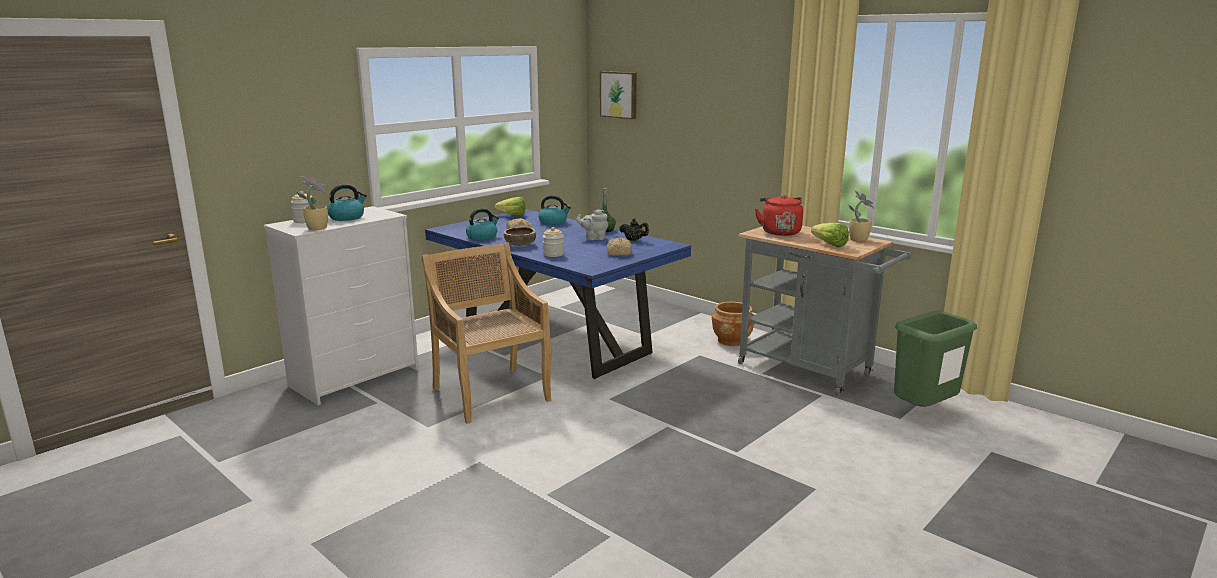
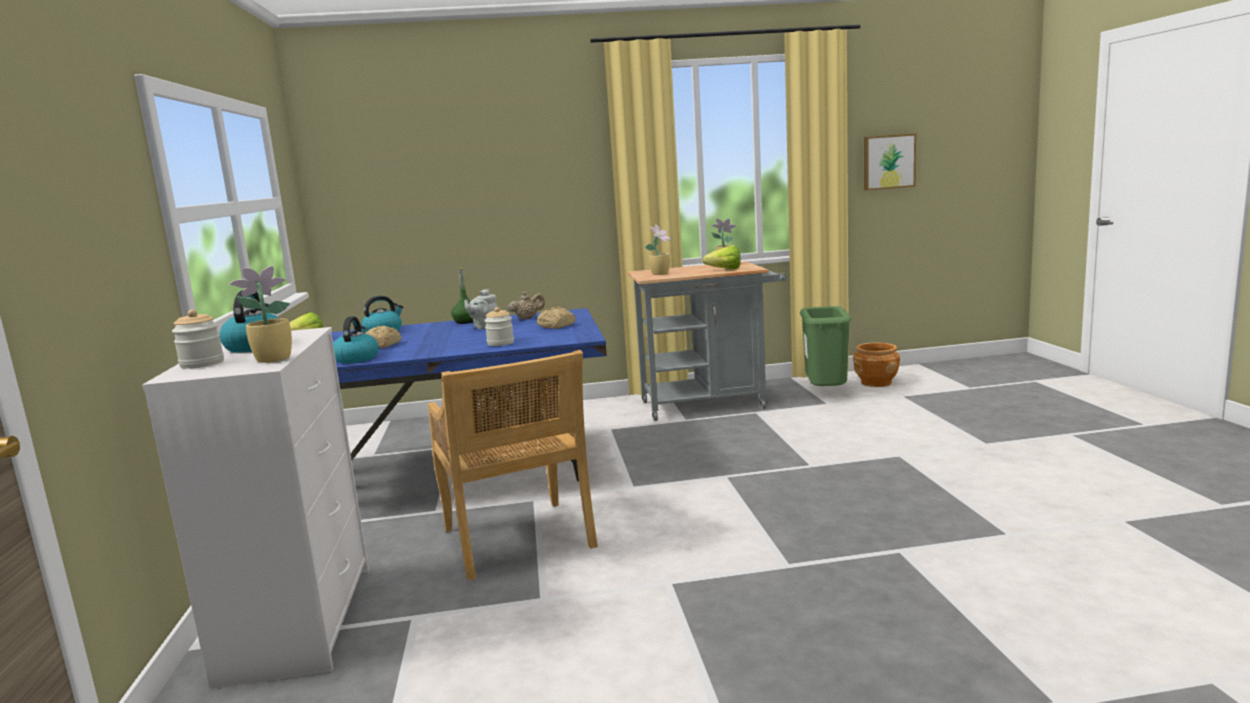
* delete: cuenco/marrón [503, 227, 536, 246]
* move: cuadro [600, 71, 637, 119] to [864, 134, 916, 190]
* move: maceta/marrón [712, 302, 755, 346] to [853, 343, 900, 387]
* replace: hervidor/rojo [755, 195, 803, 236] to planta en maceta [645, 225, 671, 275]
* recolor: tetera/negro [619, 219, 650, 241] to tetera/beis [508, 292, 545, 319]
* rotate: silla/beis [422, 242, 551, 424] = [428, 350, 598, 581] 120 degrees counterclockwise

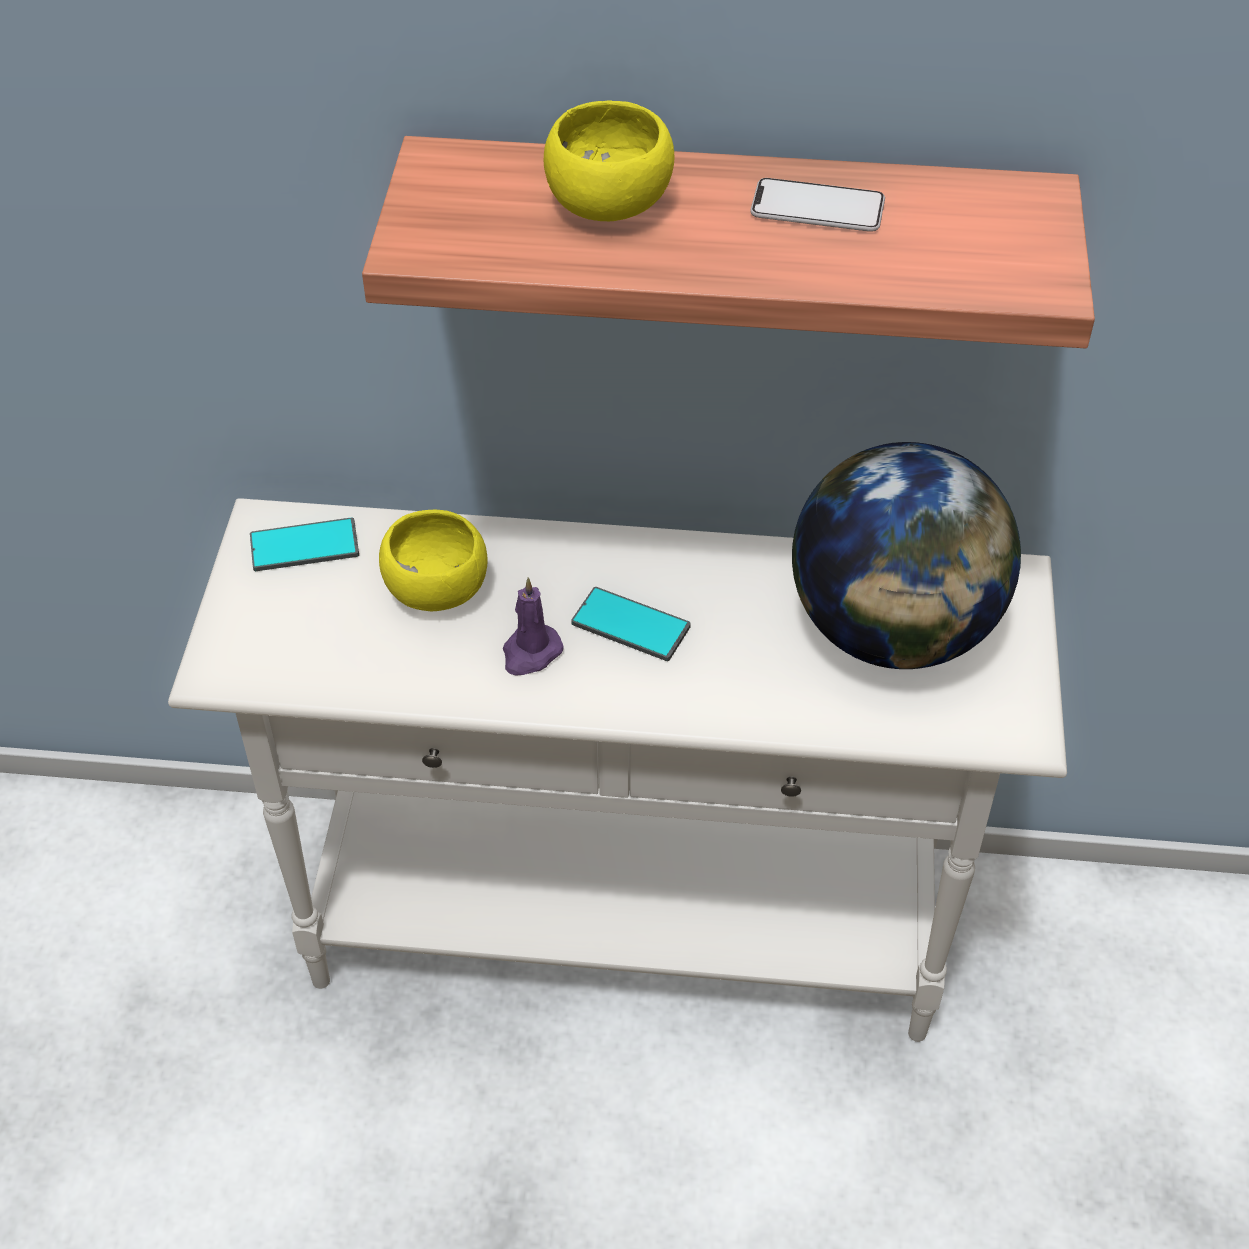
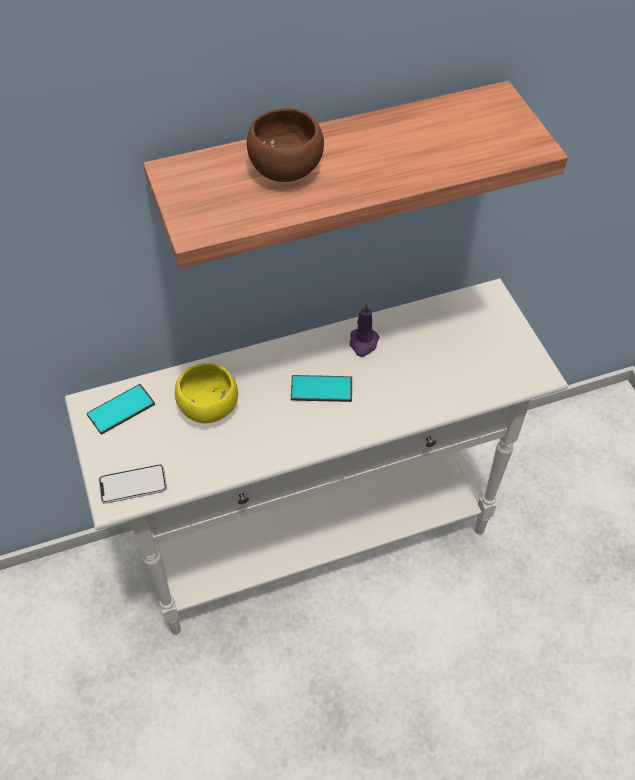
* delete: globo terráqueo [792, 442, 1021, 669]
* move: vela/morado [503, 578, 564, 676] to [350, 304, 380, 357]
* move: móvil [750, 178, 885, 232] to [99, 464, 167, 504]
* recolor: cuenco/amarillo [544, 100, 675, 221] to cuenco/marrón [247, 108, 324, 182]

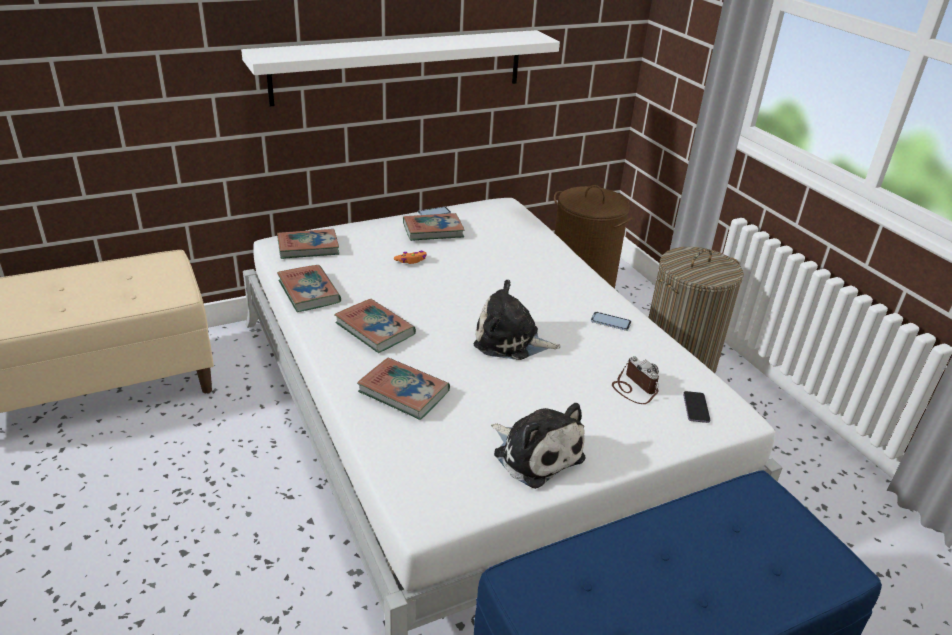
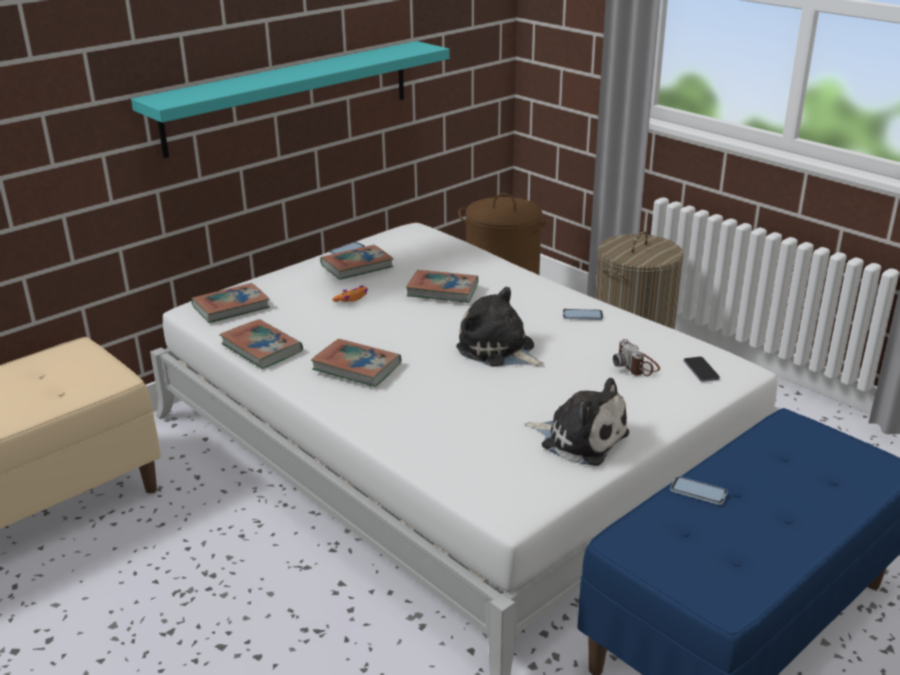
* insert: móvil [670, 476, 728, 505]
* move: libro [357, 358, 450, 420] to [406, 270, 478, 303]
* recolor: estante/blanco [241, 30, 560, 106] to estante/turquesa [131, 41, 450, 158]
* rotate: peluche [473, 280, 561, 360] = [456, 287, 544, 367] 45 degrees clockwise
* rotate: cámara [612, 356, 659, 404] = [613, 339, 660, 376] 150 degrees counterclockwise

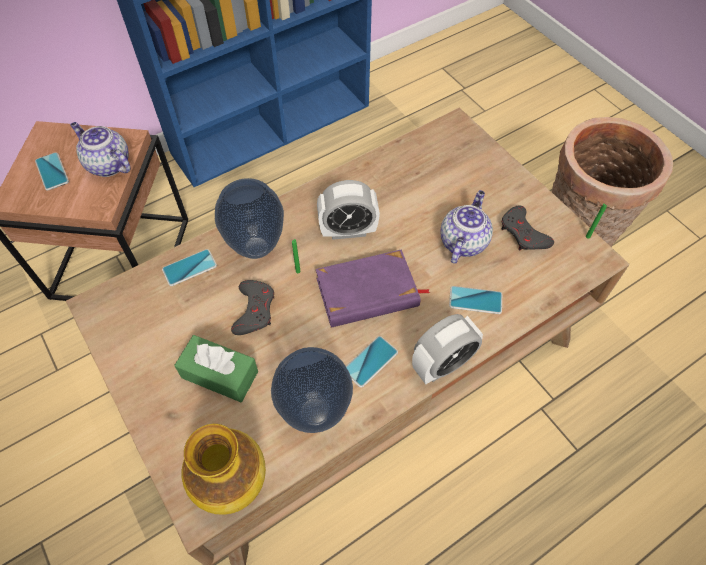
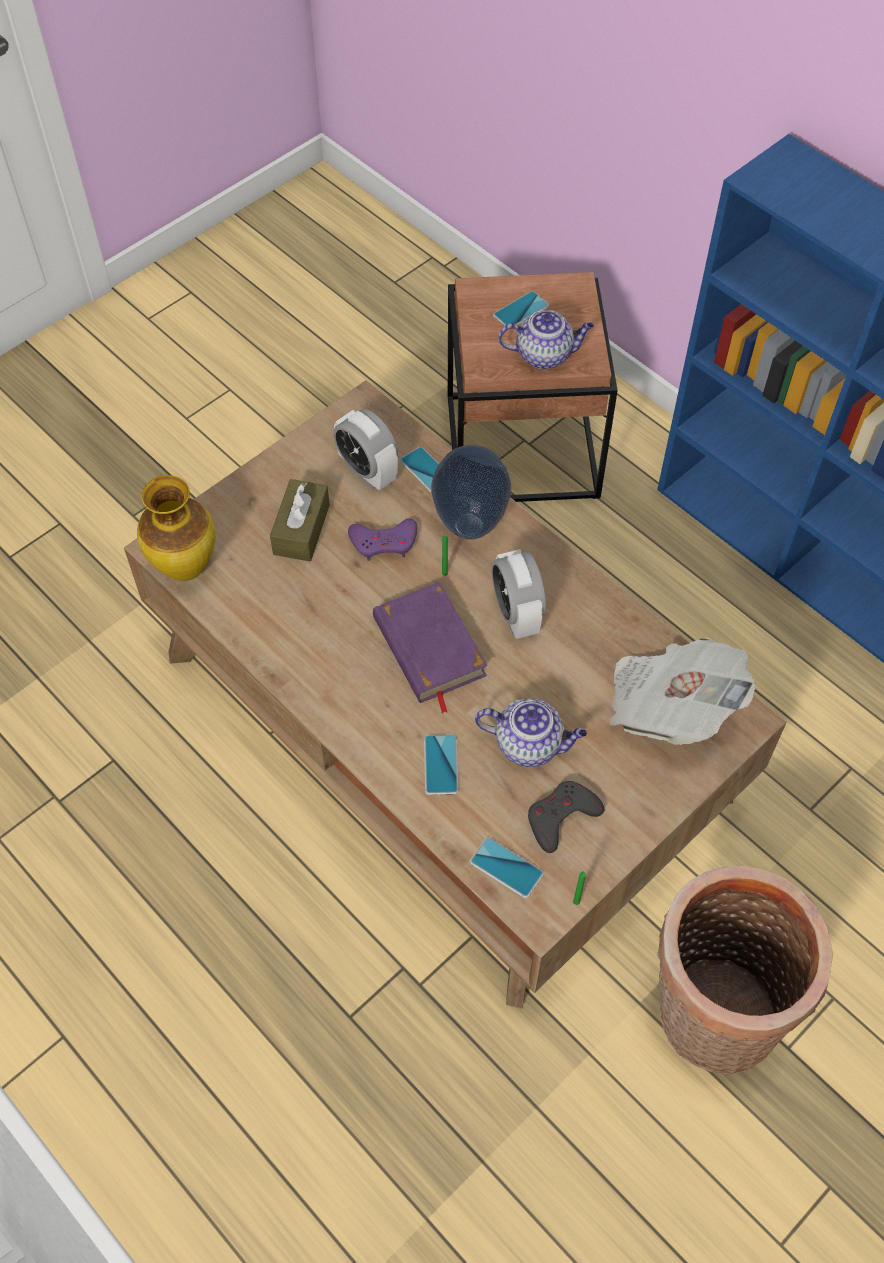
* delete: florero [271, 347, 353, 433]
* insert: periódico [610, 638, 755, 745]
* move: móvil [346, 336, 398, 388] to [470, 837, 544, 898]
* move: despertador [412, 314, 483, 384] to [333, 409, 398, 491]
* recolor: caja de pañuelos/verde [174, 335, 258, 402] to caja de pañuelos/marrón [270, 479, 330, 561]
* recolor: mando de consola/gris [231, 280, 274, 335] to mando de consola/morado [348, 519, 417, 561]
* rotate: tetera [70, 122, 131, 177] = [498, 310, 594, 369] 60 degrees clockwise

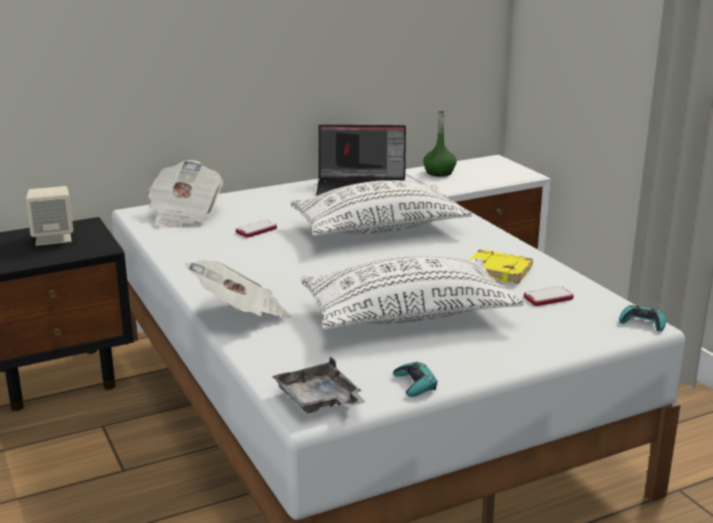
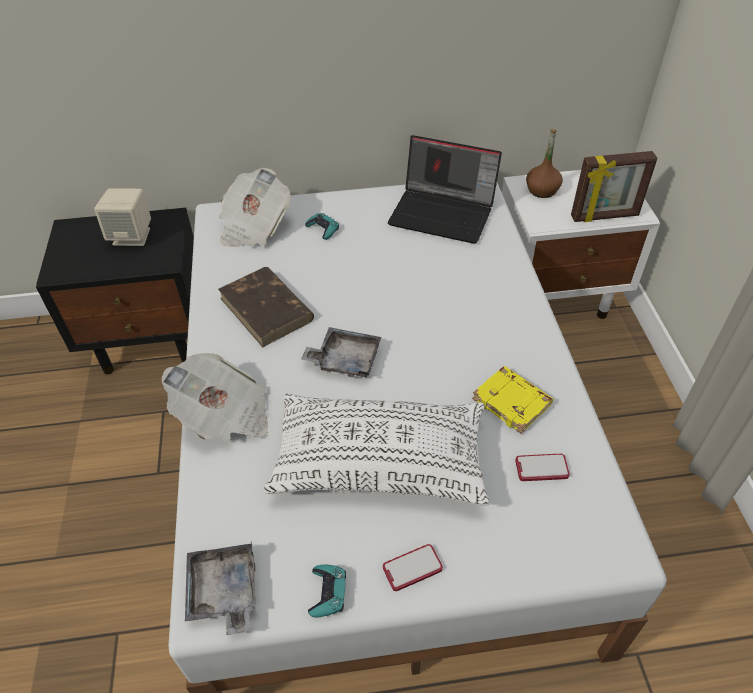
* delete: cojín/blanco [290, 180, 472, 236]
* insert: libro/marrón [218, 267, 314, 348]
* insert: bandeja/gris [301, 327, 381, 377]
* insert: portarretratos [571, 151, 657, 222]
* move: móvil [236, 220, 277, 238] to [383, 544, 443, 591]
* move: mando de consola/turquesa [619, 305, 666, 332] to [305, 213, 339, 240]
* recolor: botella/verde [423, 110, 457, 176] to botella/marrón [526, 129, 563, 198]

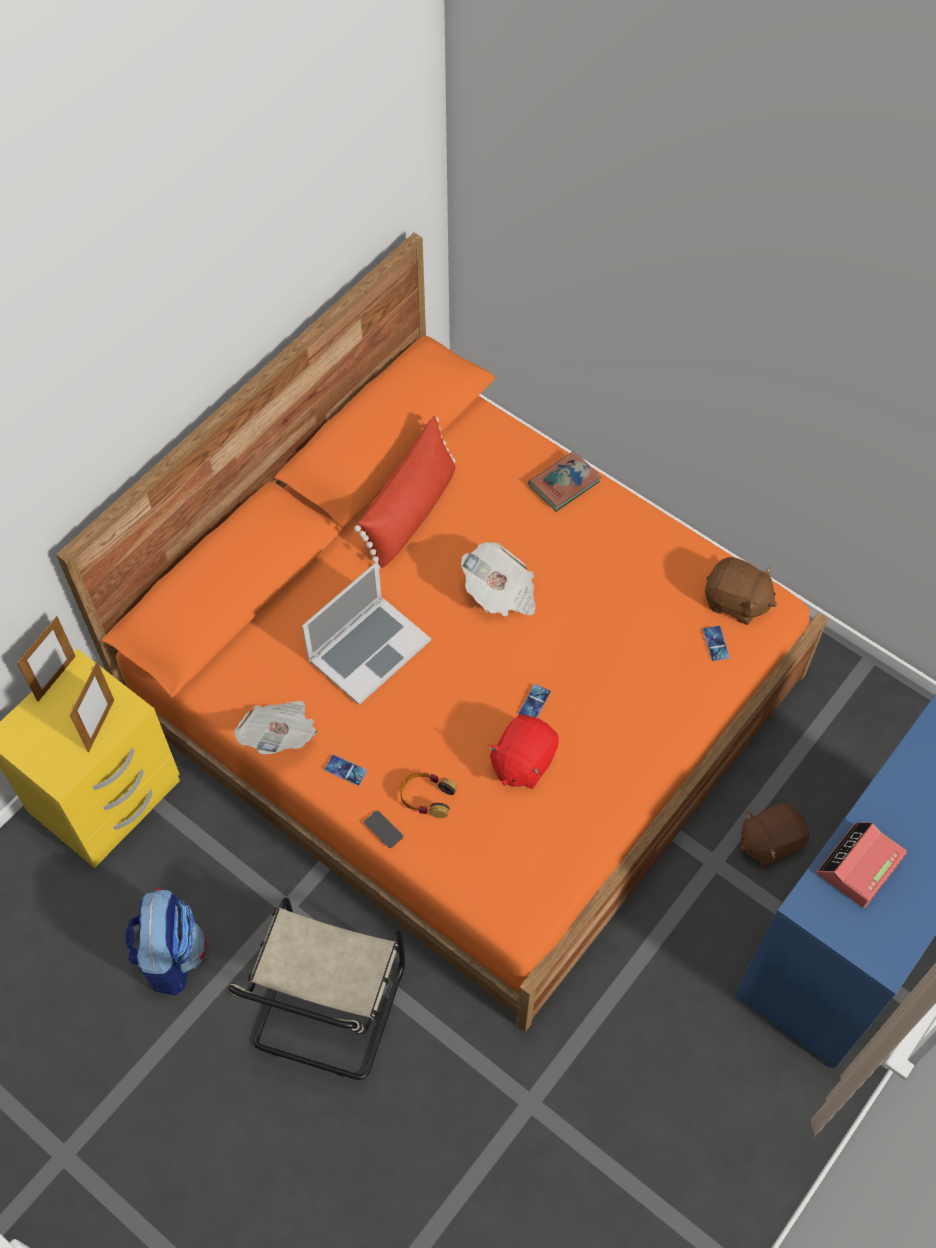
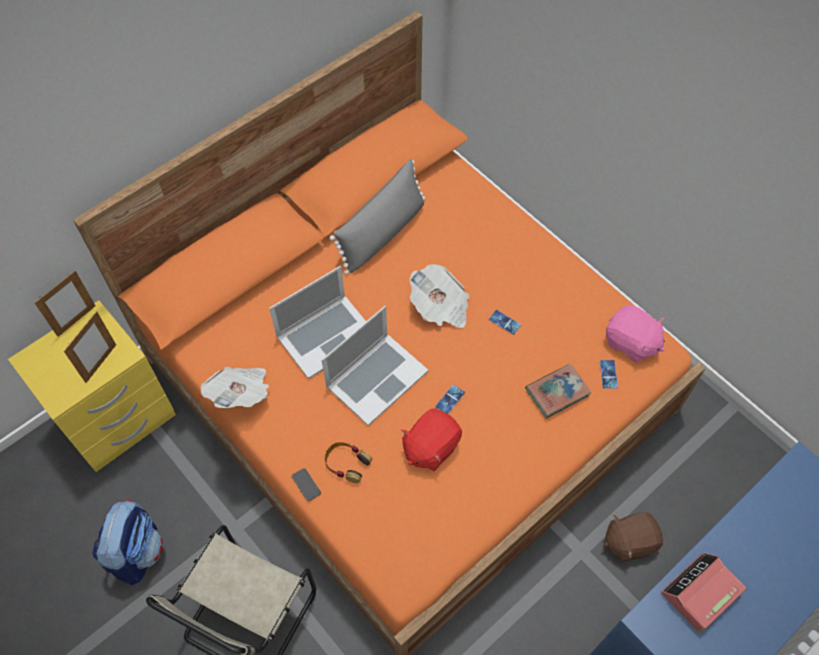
* insert: portátil [321, 306, 429, 426]
* move: móvil [325, 755, 367, 786] to [489, 310, 521, 335]
* move: libro [528, 451, 601, 512] to [525, 364, 592, 419]
* recolor: cojín/rojo [354, 416, 456, 569] to cojín/gris [330, 159, 425, 275]
* recolor: peluche/marrón [705, 557, 777, 625] to peluche/rosa [606, 305, 665, 363]

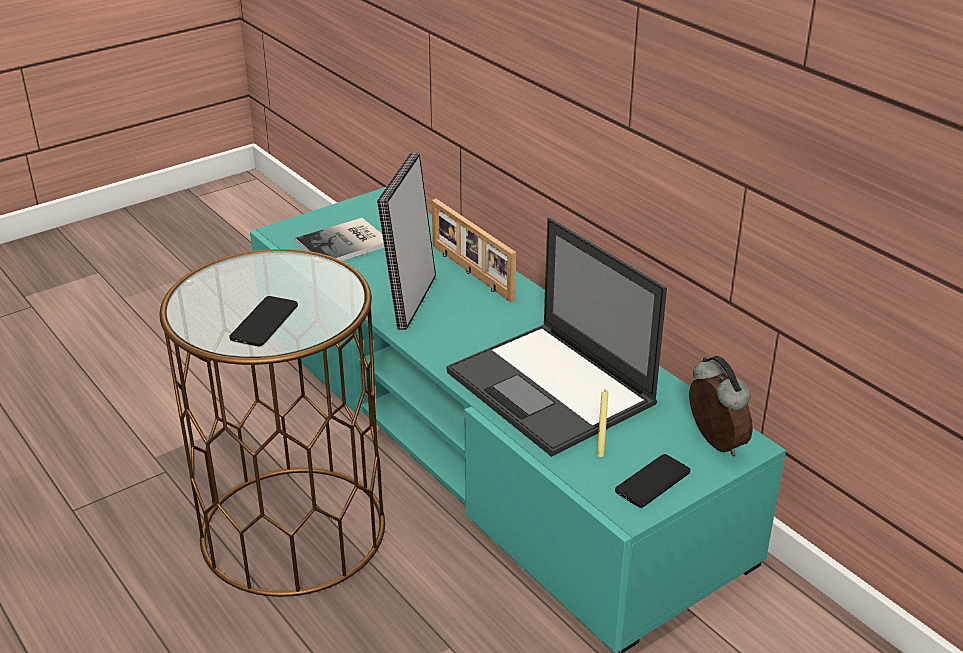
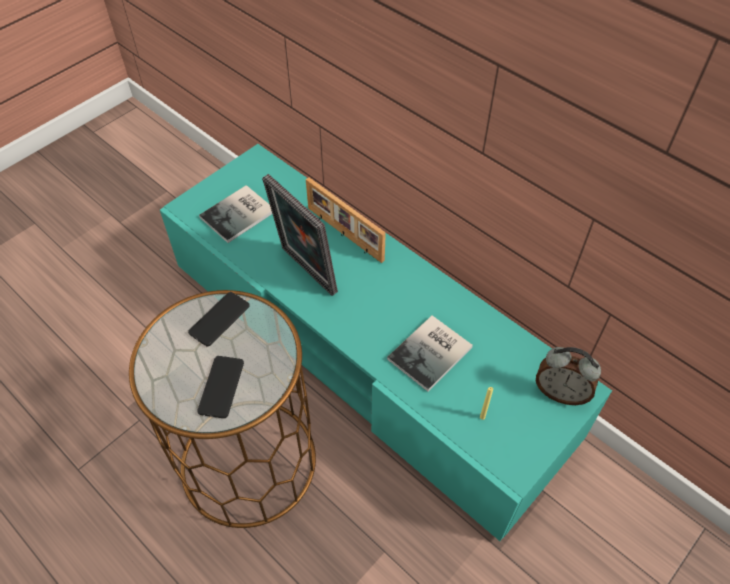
* move: móvil [615, 454, 690, 508] to [188, 292, 250, 347]
* replace: portátil [446, 217, 667, 457] to libro [387, 315, 473, 391]
* rotate: portarretratos [377, 152, 436, 330] = [262, 174, 338, 296] 45 degrees counterclockwise
* rotate: despertador [689, 356, 753, 456] = [536, 347, 601, 405] 150 degrees clockwise

